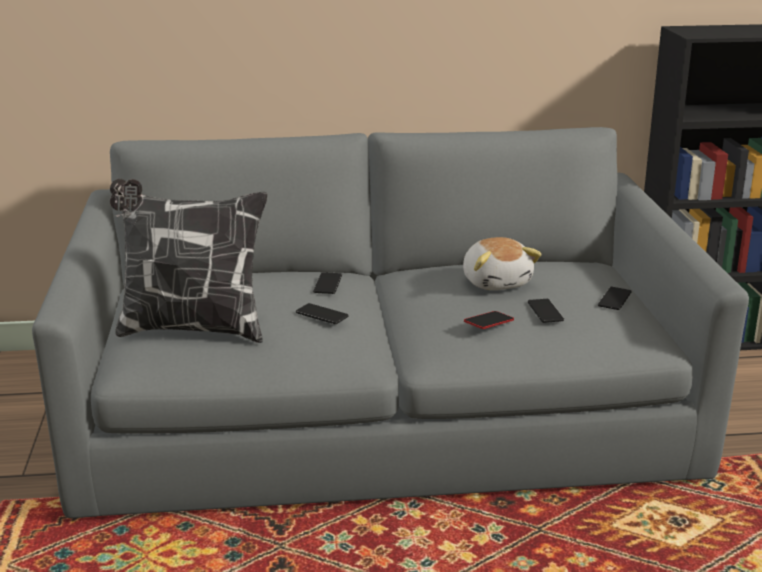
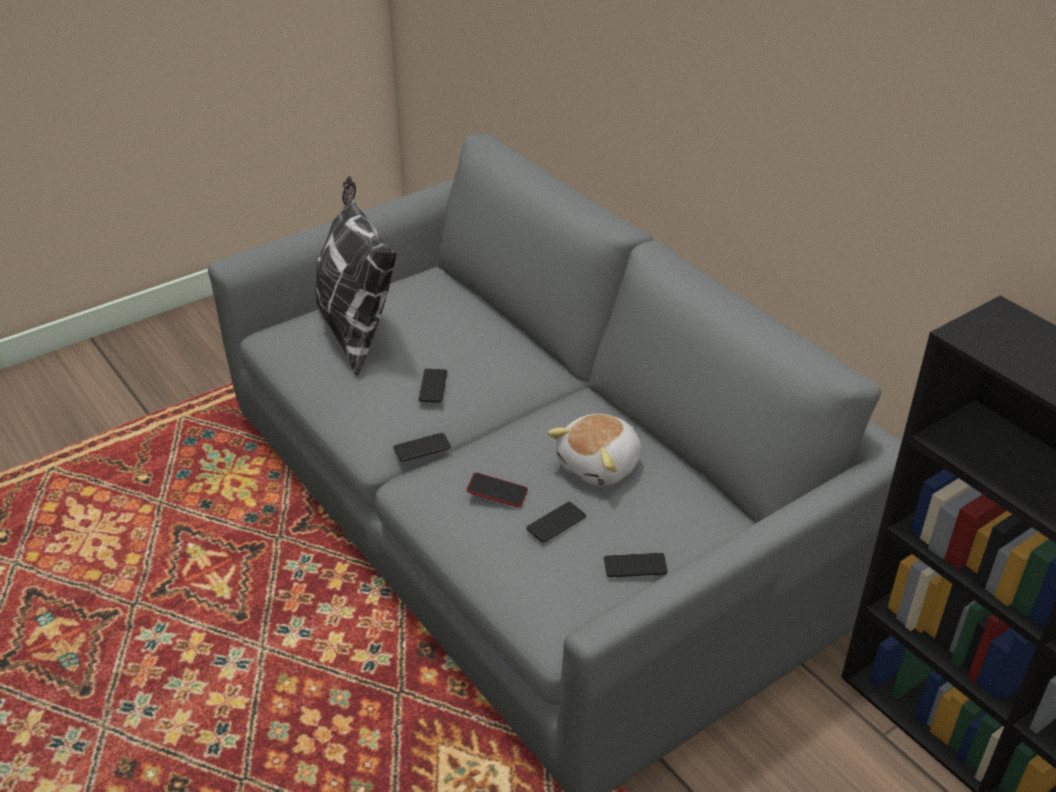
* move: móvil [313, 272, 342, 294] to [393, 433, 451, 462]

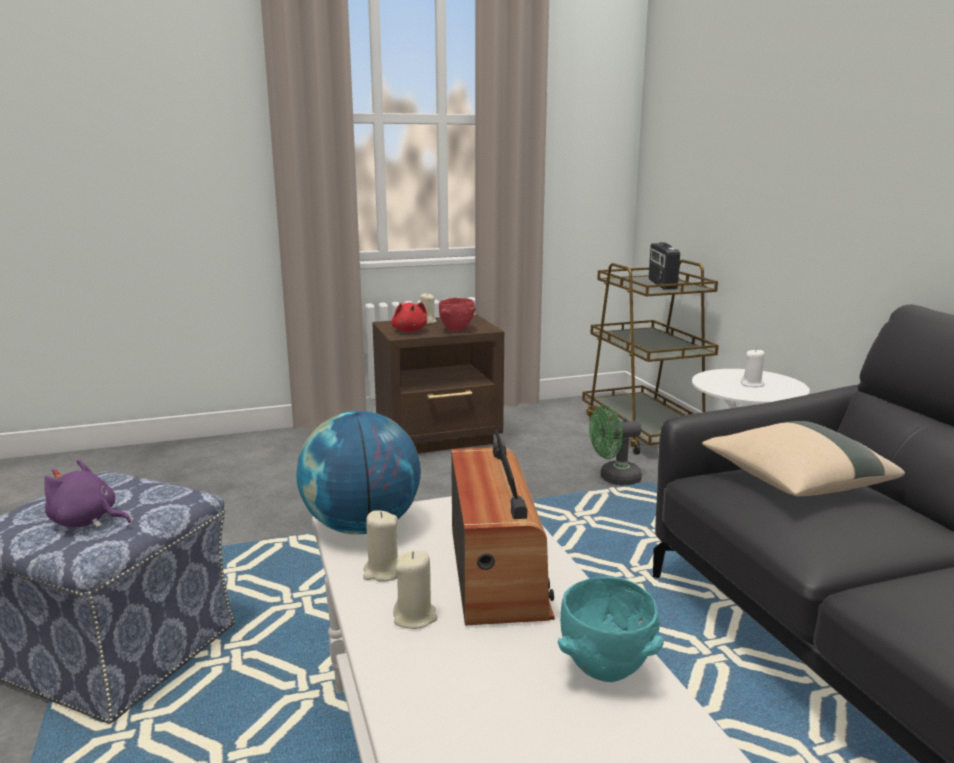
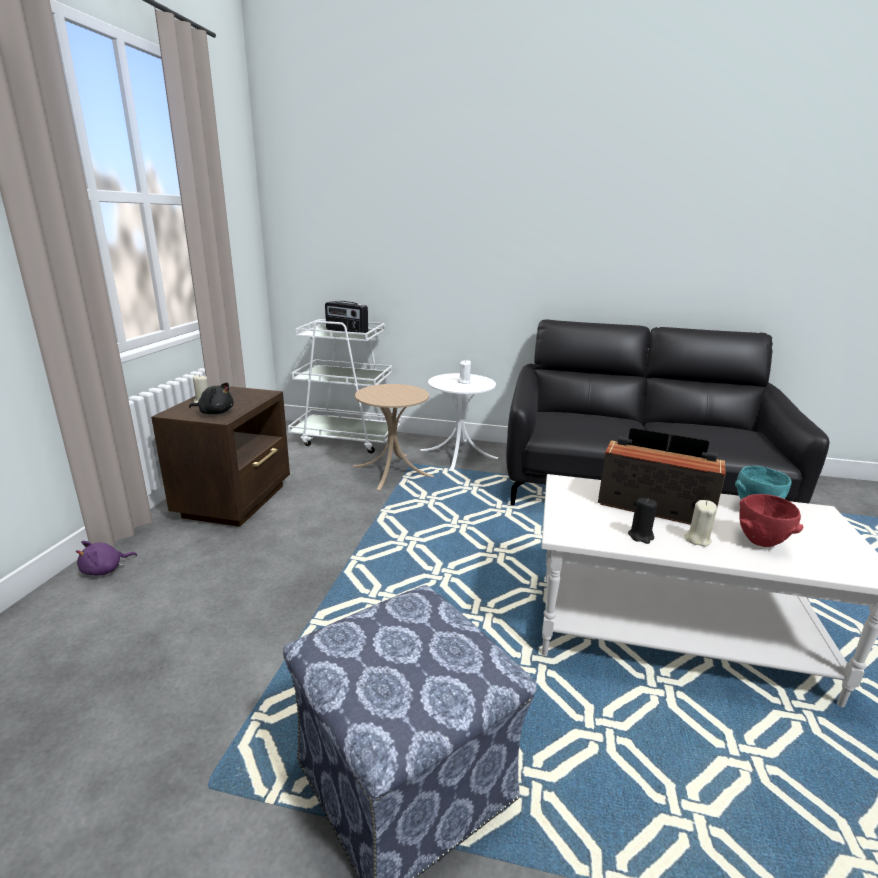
* delete: globo terráqueo [297, 411, 421, 535]
* delete: cojín/beis [702, 421, 905, 497]
* move: peluche/morado [44, 460, 131, 528] to [76, 541, 137, 575]
* move: cuenco/rojo [439, 298, 476, 331] to [739, 494, 803, 547]
* replace: ventilador/verde [589, 405, 642, 486] to mesa auxiliar/beis [352, 384, 434, 491]
* recolor: vela/beis [363, 511, 398, 582] to vela/negro [628, 498, 657, 544]
* recolor: peluche/rojo [391, 302, 427, 332] to peluche/negro [189, 382, 234, 414]
* recolor: carrito/marrón [582, 259, 719, 455] to carrito/blanco [288, 319, 400, 453]

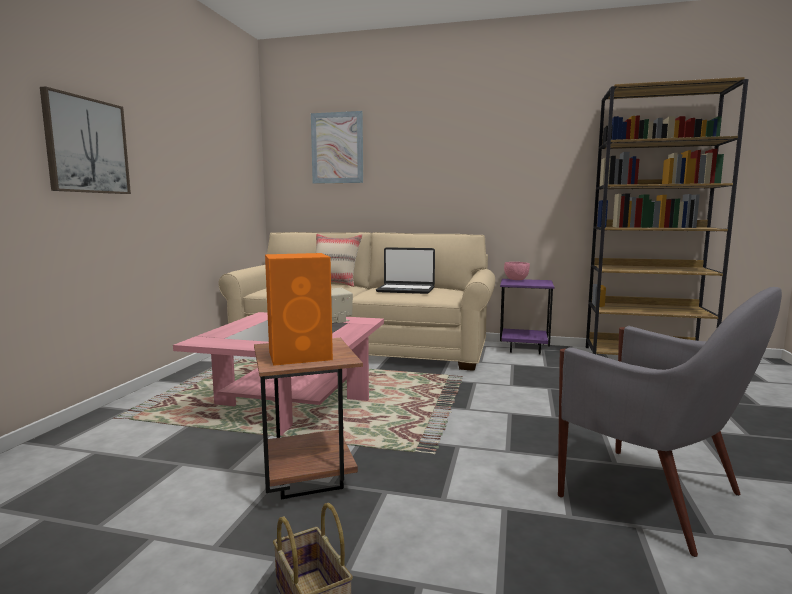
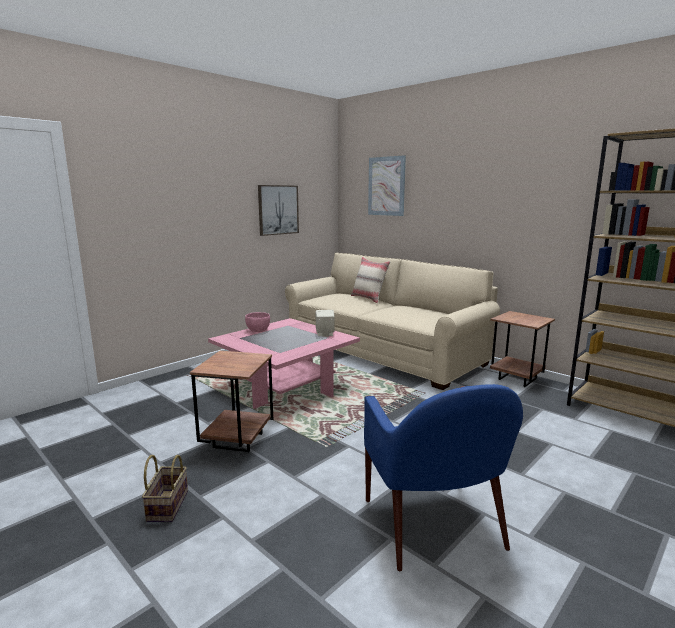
* delete: altavoz/naranja [265, 253, 333, 366]
* delete: portátil [376, 247, 435, 294]
* move: cuadro [40, 86, 131, 194] to [258, 185, 299, 236]
* move: cuenco/rosa [504, 262, 530, 280] to [245, 312, 270, 332]
* recolor: mesa auxiliar/morado [500, 279, 554, 355] to mesa auxiliar/marrón [490, 311, 555, 387]
* recolor: sillón/gris [558, 287, 782, 557] to sillón/azul [364, 384, 523, 572]

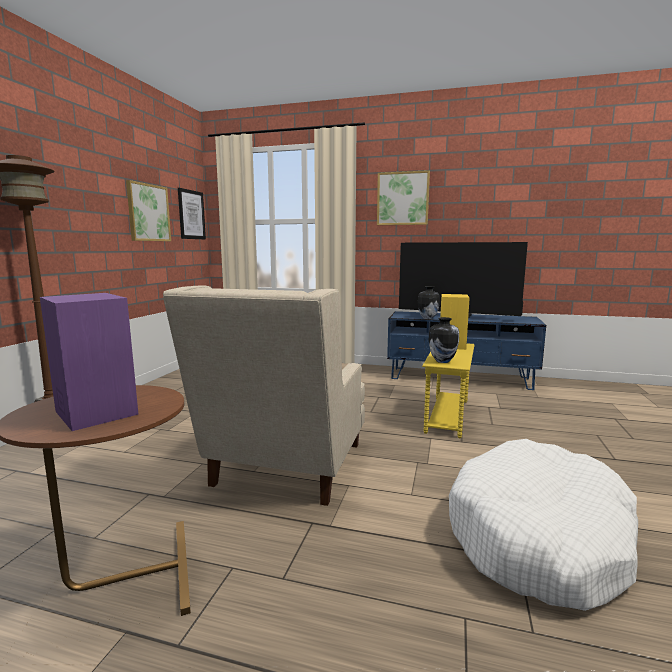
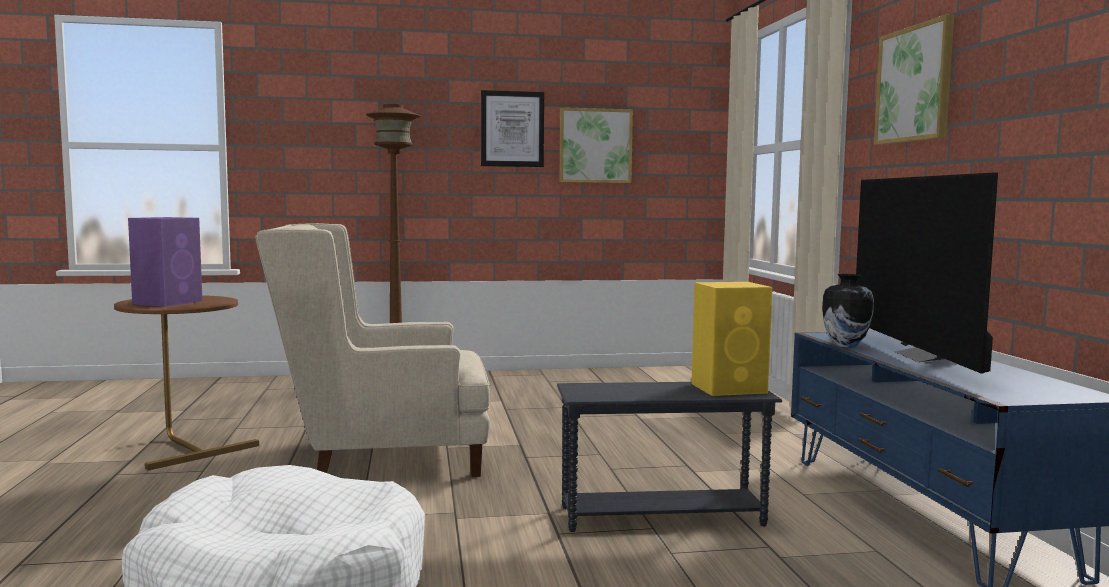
* delete: florero [429, 317, 459, 363]
* move: cuadro [178, 188, 206, 239] to [481, 90, 544, 167]
* recolor: mesa auxiliar/amarillo [422, 343, 475, 438] to mesa auxiliar/gris [557, 382, 782, 532]

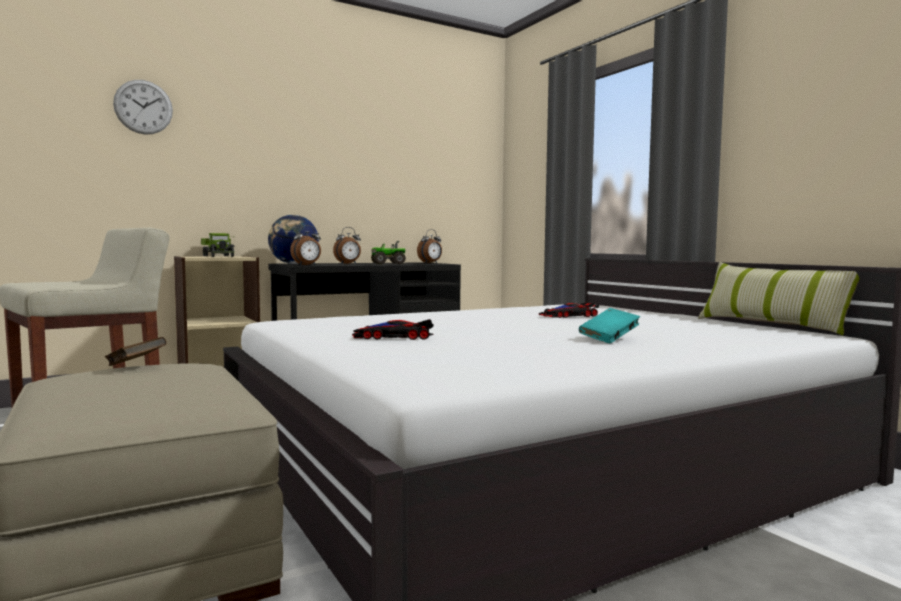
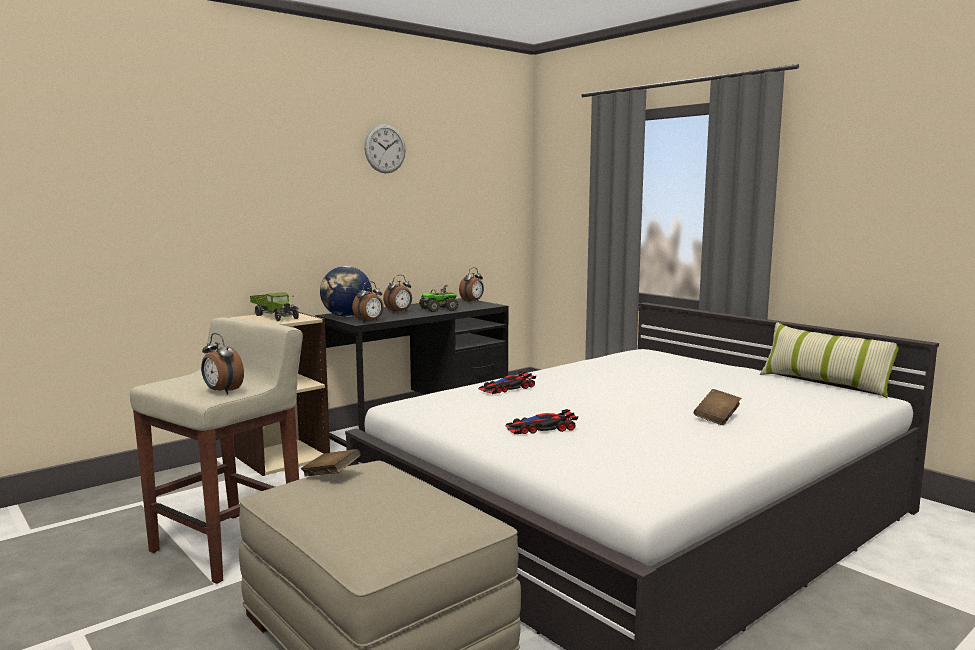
* insert: despertador [201, 333, 244, 394]
* move: reloj de pared [113, 80, 173, 134] to [364, 124, 406, 173]
* move: coche de juguete [538, 302, 599, 318] to [479, 371, 536, 394]
* recolor: libro/turquesa [579, 308, 640, 343] to libro/marrón [694, 389, 741, 425]

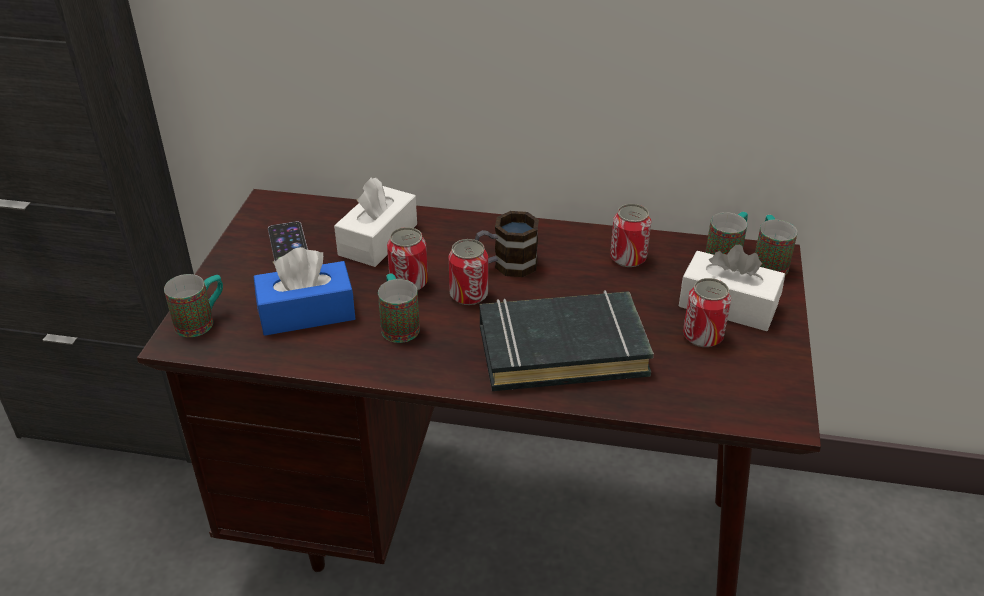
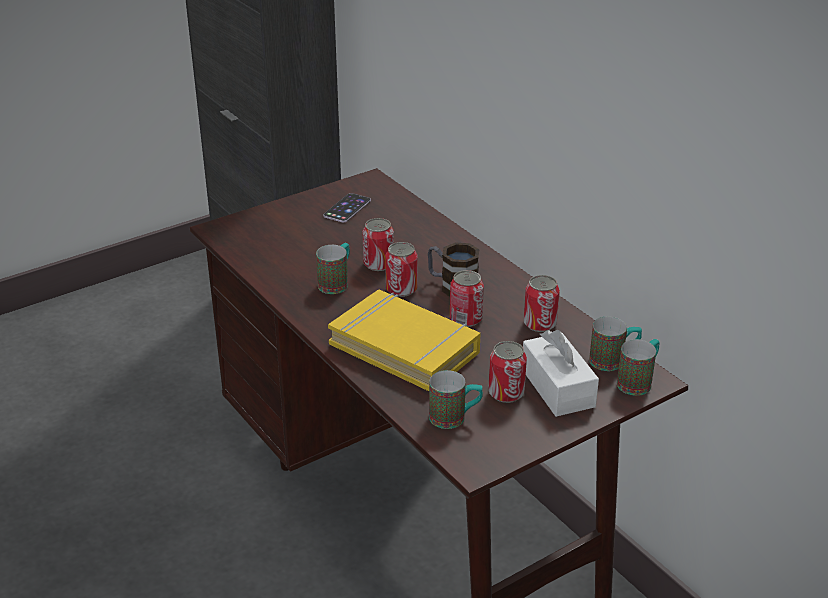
* delete: caja de pañuelos/azul [254, 247, 356, 336]
* delete: caja de pañuelos/blanco [334, 178, 417, 267]
* insert: lata [450, 270, 484, 327]
* move: taza grande [164, 274, 223, 337] to [429, 370, 483, 429]
* recolor: libro/negro [480, 290, 654, 391] to libro/amarillo [328, 290, 480, 391]

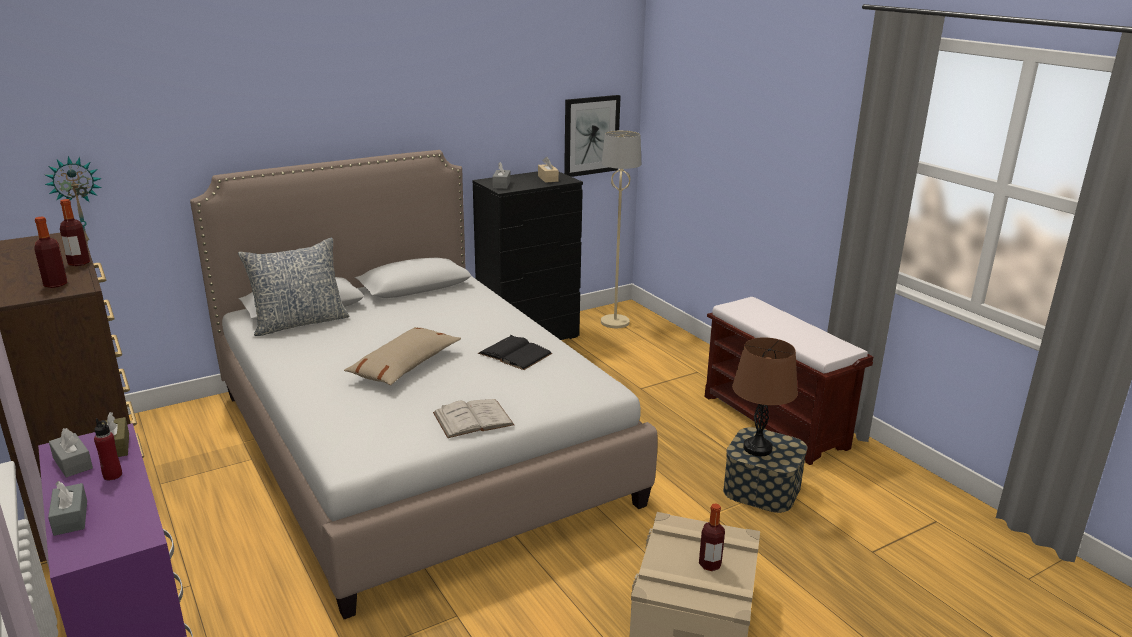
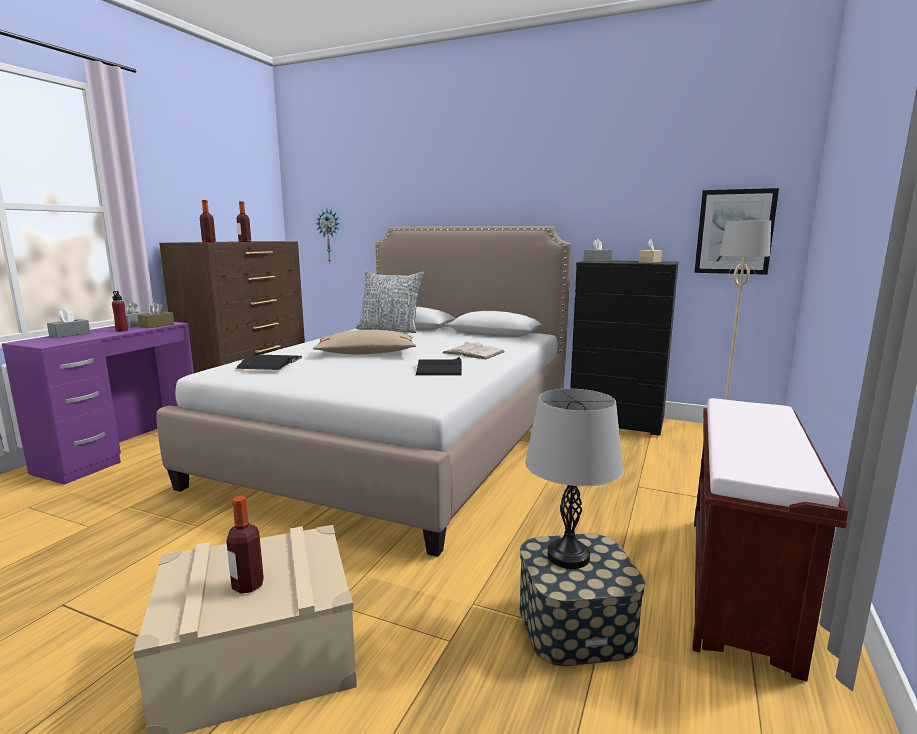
* insert: libro/negro [236, 355, 303, 370]
* move: libro/blanco [433, 399, 514, 438] to [443, 342, 504, 359]
* recolor: lámpara de mesa/marrón [732, 337, 798, 456] to lámpara de mesa/gris [525, 389, 623, 569]

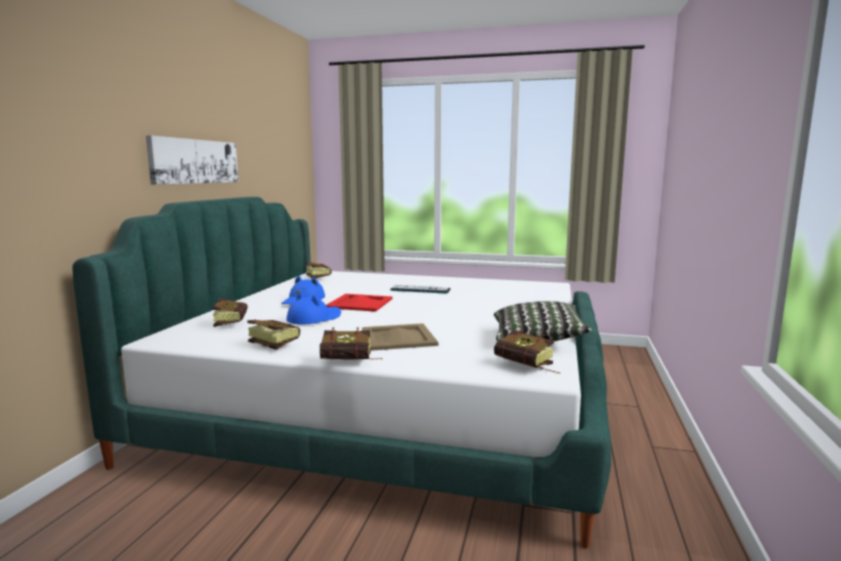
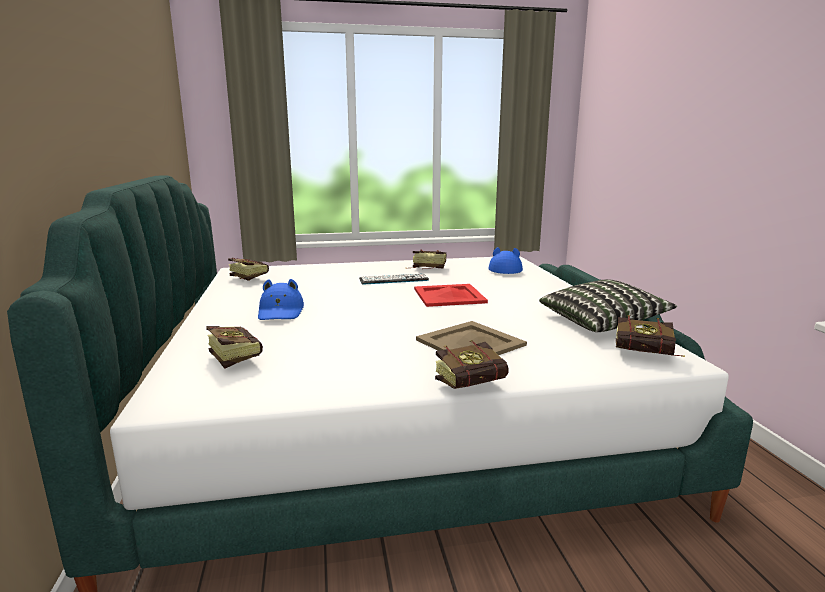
* delete: cuadro [146, 135, 238, 185]
* move: libro [247, 320, 300, 350] to [405, 250, 446, 269]
* move: sombrero/azul [287, 292, 341, 325] to [488, 247, 523, 274]
* move: bandeja/rojo [326, 294, 393, 312] to [414, 284, 488, 307]

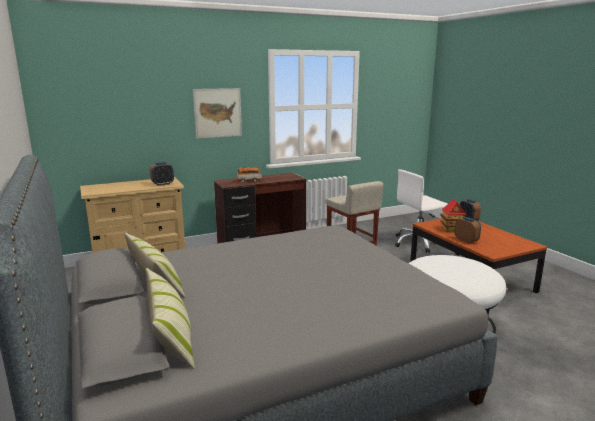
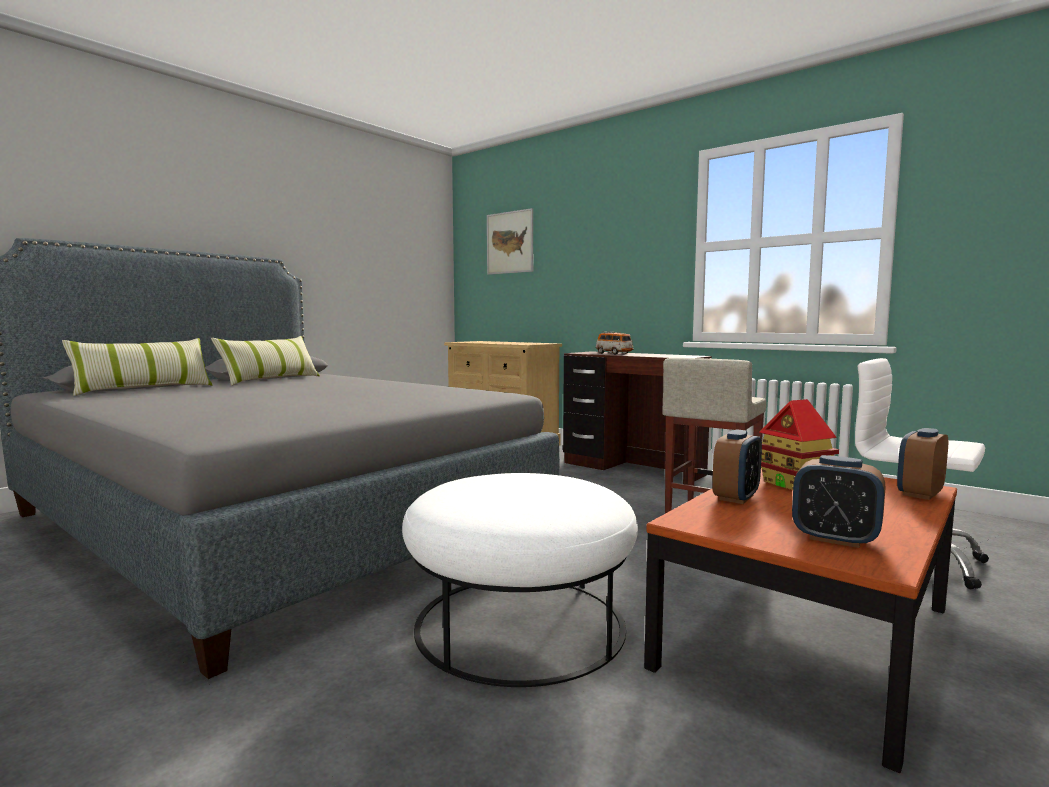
* move: despertador [150, 162, 174, 186] to [792, 455, 885, 548]
* move: cuadro [193, 88, 242, 139] to [487, 208, 533, 275]

